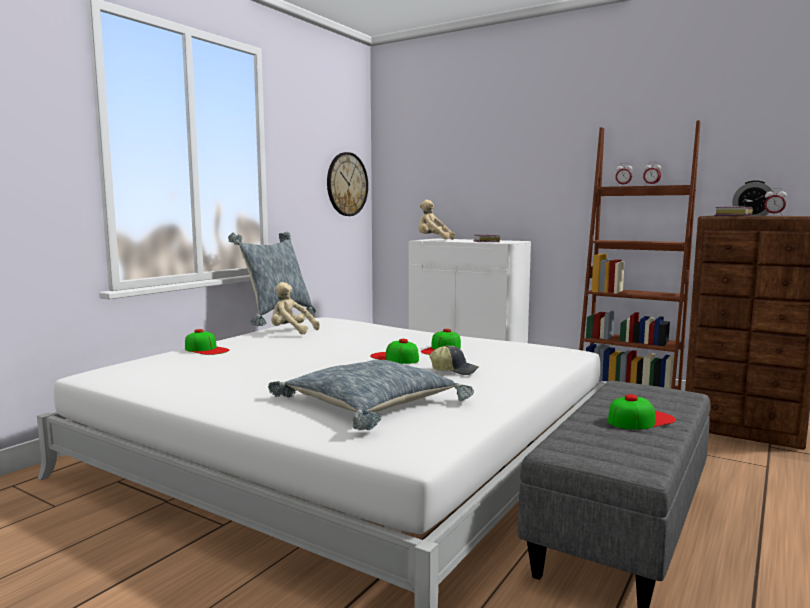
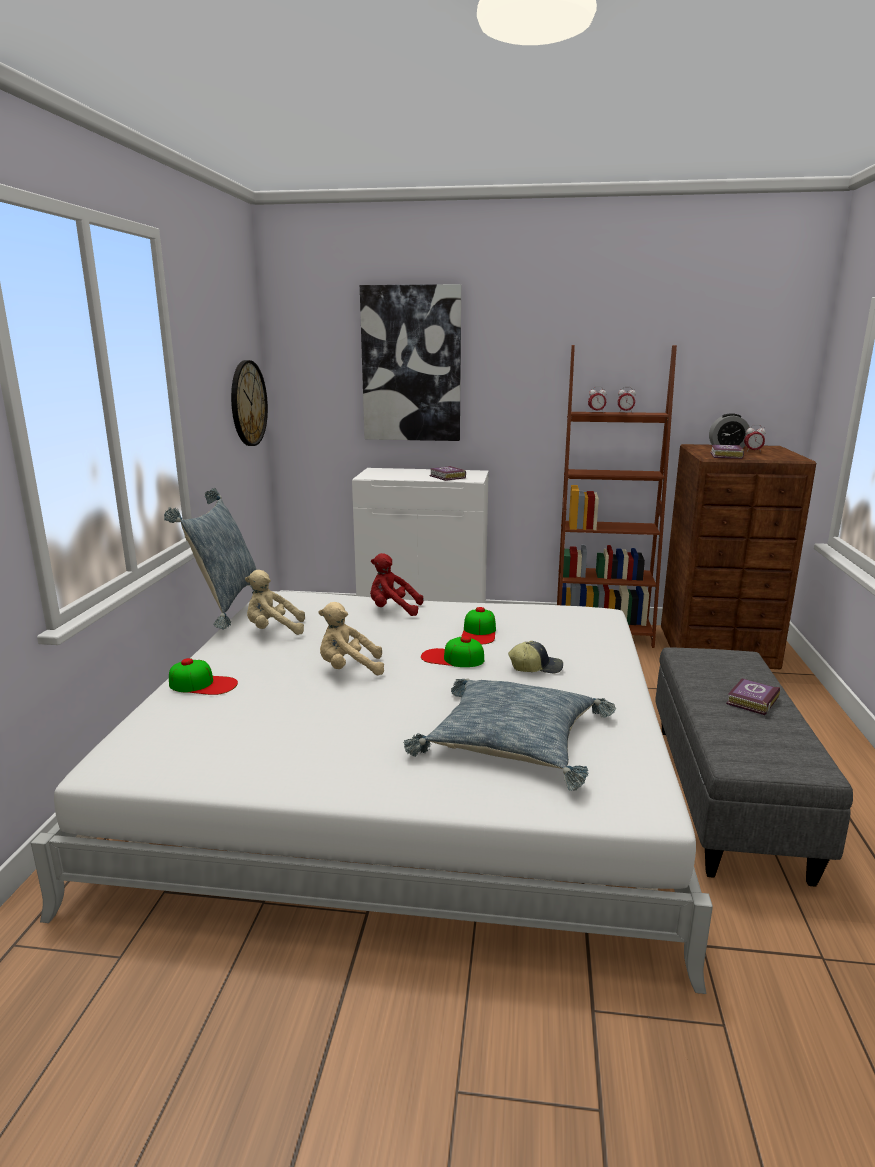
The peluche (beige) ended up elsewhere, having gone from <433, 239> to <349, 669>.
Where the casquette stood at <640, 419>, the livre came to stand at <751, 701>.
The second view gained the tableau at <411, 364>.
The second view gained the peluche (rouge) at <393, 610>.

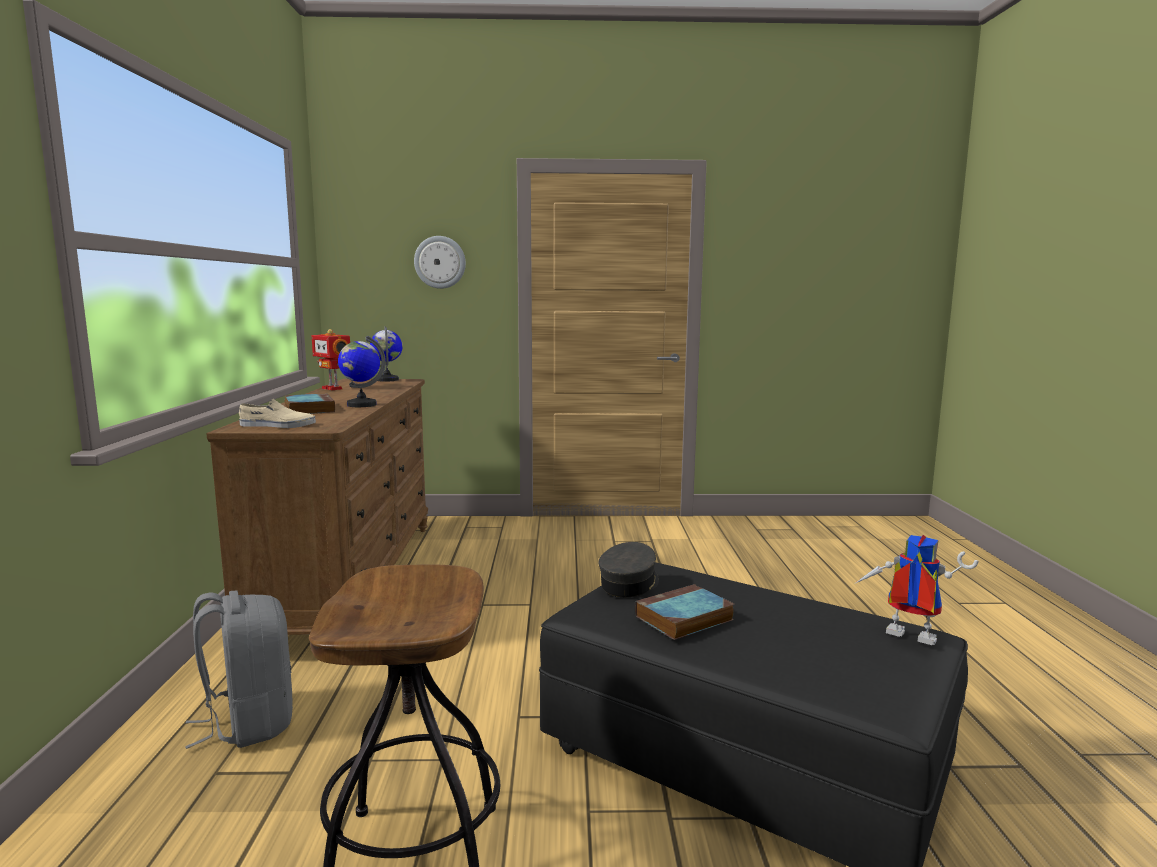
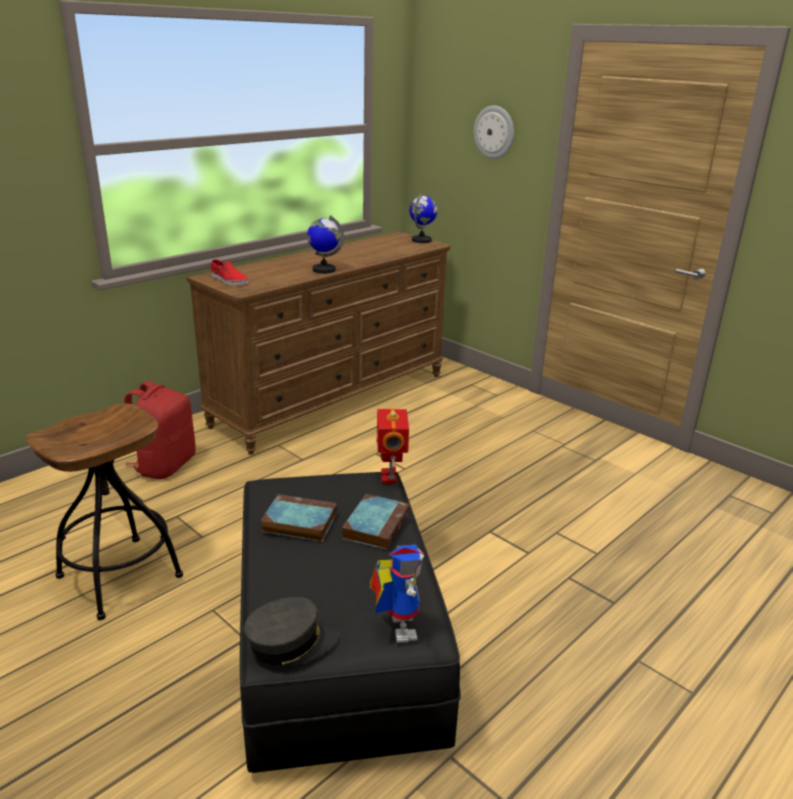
The robot jouet ended up elsewhere, having gone from <333, 388> to <390, 477>.
The livre ended up elsewhere, having gone from <309, 409> to <376, 525>.
What was the chaussure (beige) at <277, 425> turned into the chaussure (rouge) at <228, 280>.
The casquette (gris) ended up elsewhere, having gone from <629, 583> to <291, 643>.
What was the sac à dos (gris) at <249, 723> turned into the sac à dos (rouge) at <165, 465>.

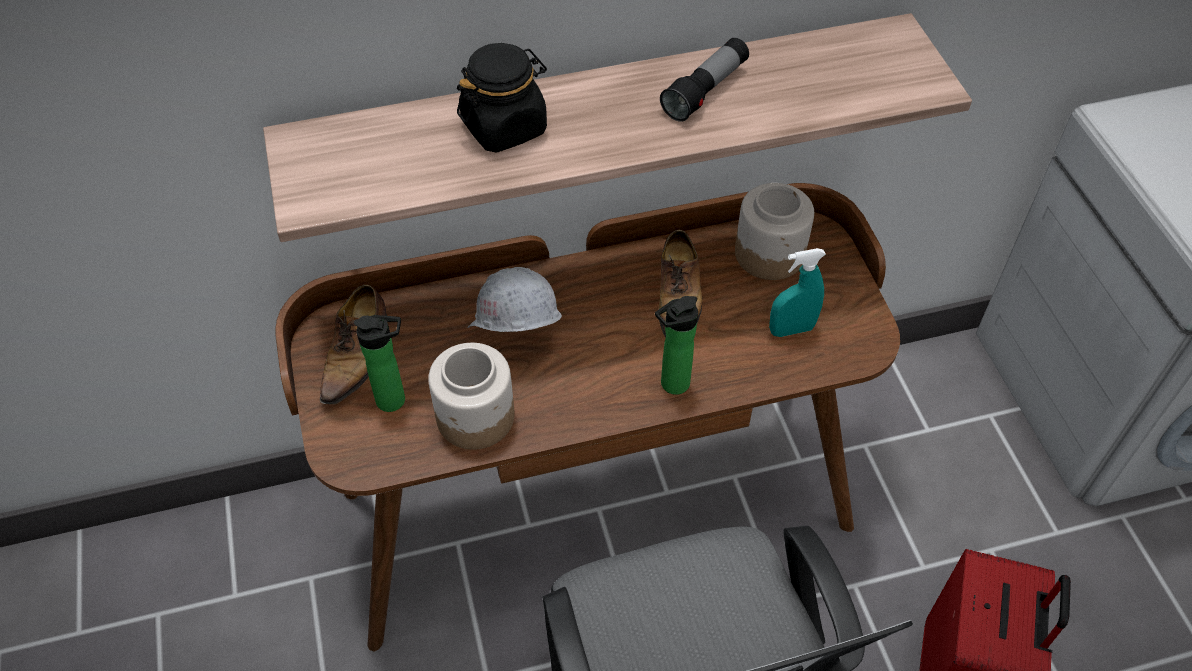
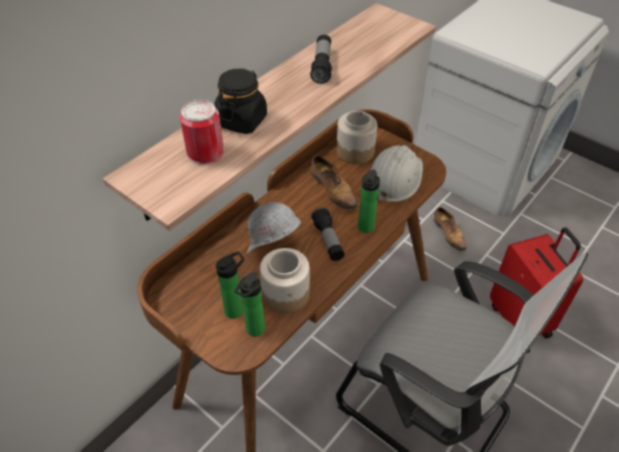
Where the vaporisateur (turquoise) stood at <791, 329>, the casque de chantier (blanc) came to stand at <394, 178>.
The chaussure ended up elsewhere, having gone from <357, 355> to <448, 233>.
The second view gained the boîte métallique at <205, 153>.
The second view gained the lampe de poche at <328, 240>.
The second view gained the bouteille at <253, 331>.

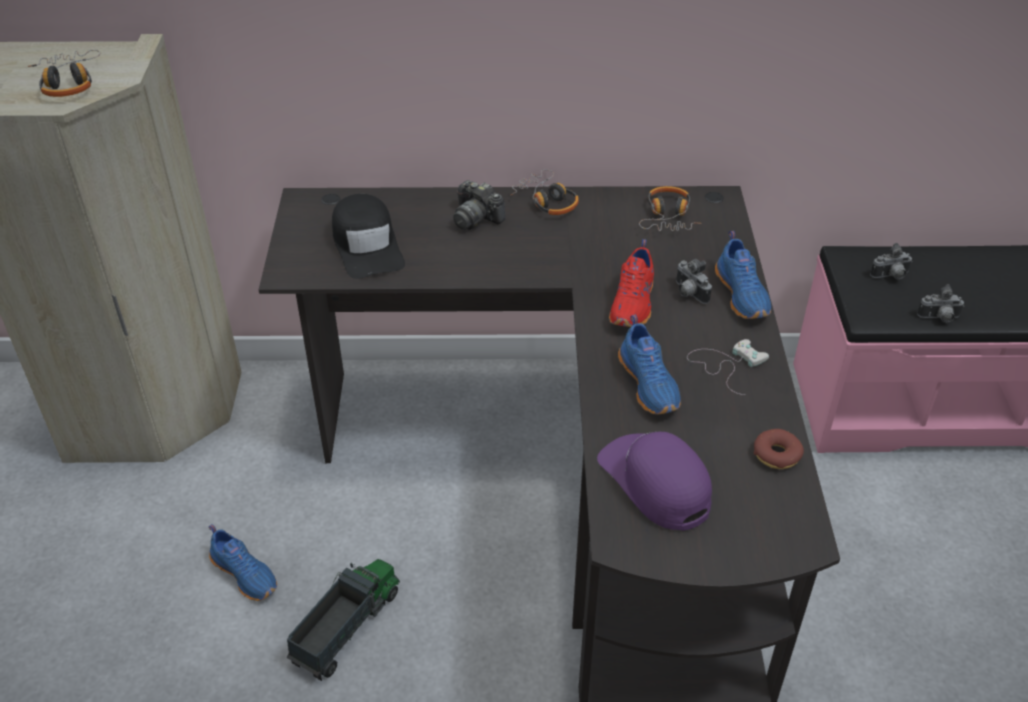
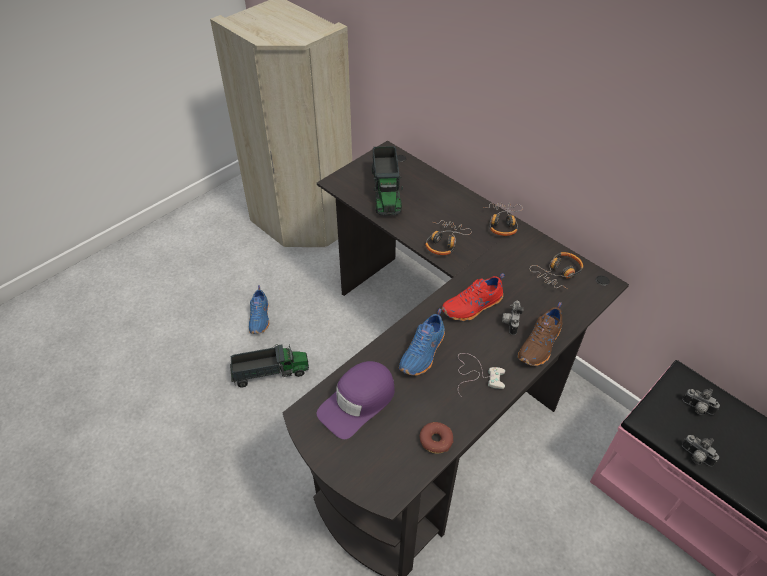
The casque audio ended up elsewhere, having gone from <68, 82> to <444, 242>.
The second view lost the appareil photo at <476, 218>.
Where the casquette (noir) stood at <367, 245>, the camion jouet came to stand at <386, 191>.
What was the chaussure (bleu) at <743, 294> turned into the chaussure (marron) at <540, 345>.
The casquette (violet) at <655, 482> ended up facing another way, 150 degrees counterclockwise from before.

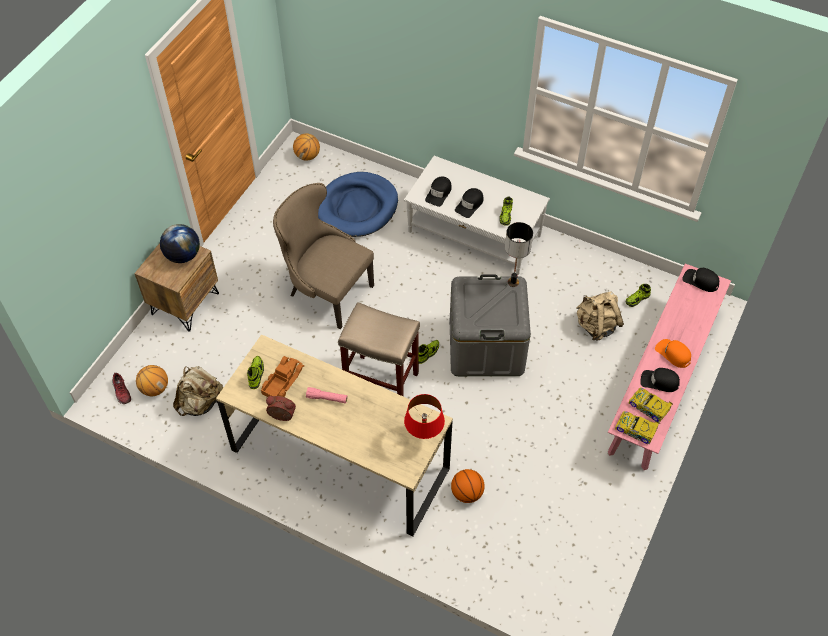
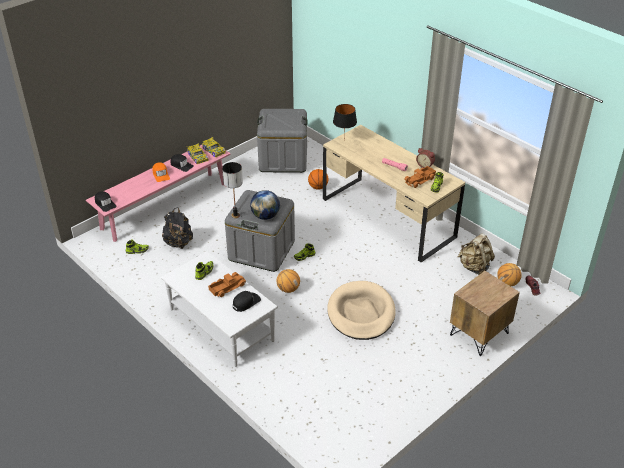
The ballon de basket ended up elsewhere, having gone from <307, 156> to <288, 289>.
The second view lost the panier pour chien (bleu) at <357, 207>.
Where the chaise (beige) stood at <327, 292>, the panier pour chien (beige) came to stand at <361, 313>.
Where the casquette (noir) stood at <469, 205>, the camion jouet came to stand at <227, 287>.
The globe ended up elsewhere, having gone from <183, 256> to <265, 216>.
What was the sac à dos (beige) at <596, 326> turned into the sac à dos (noir) at <178, 243>.
The second view lost the tabouret (beige) at <382, 381>.
What was the lampe de table (rouge) at <423, 438> turned into the lampe de table (noir) at <344, 140>.
The second view gained the boîte de rangement (gris) at <283, 159>.

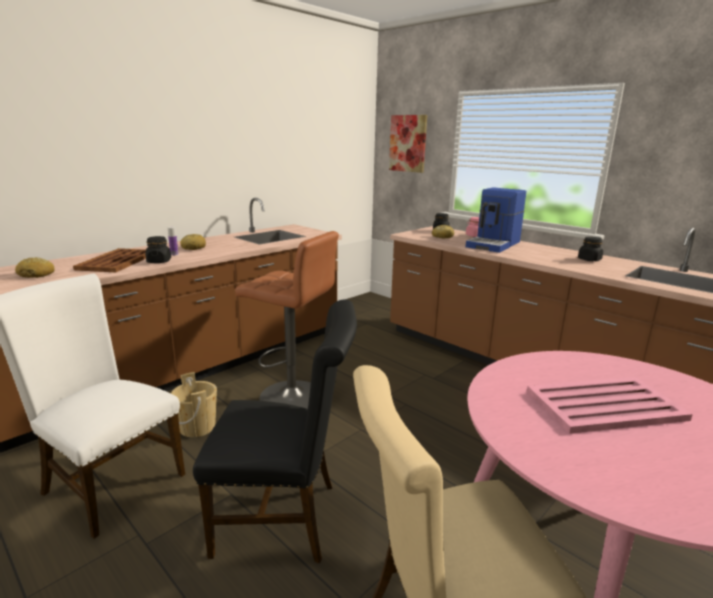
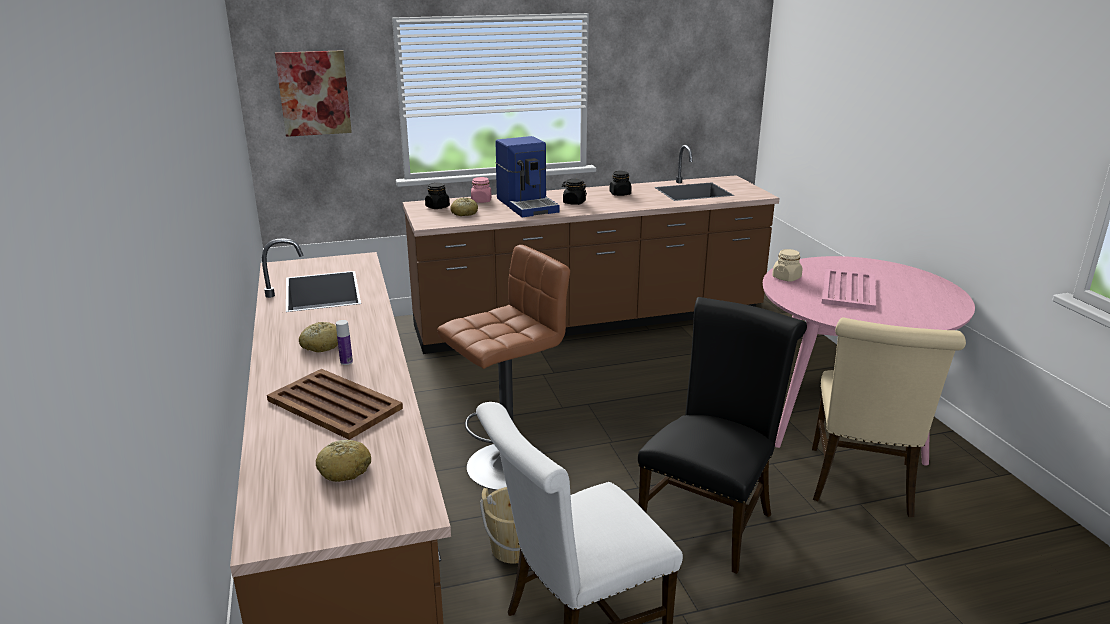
The bocal (noir) ended up elsewhere, having gone from <159, 261> to <574, 202>.
The second view gained the bocal (beige) at <786, 277>.

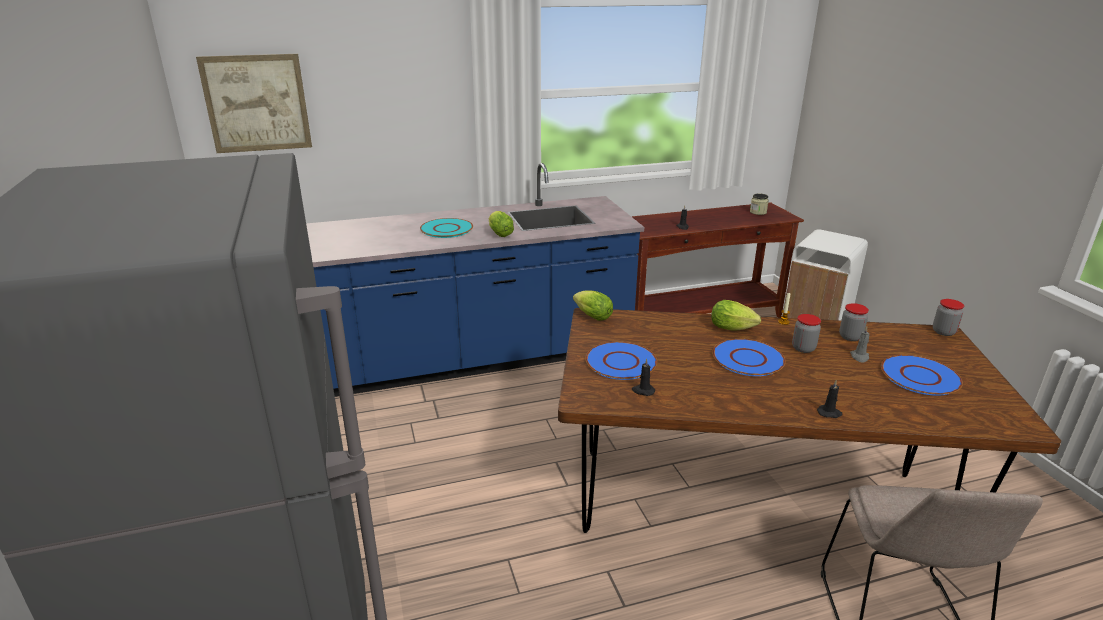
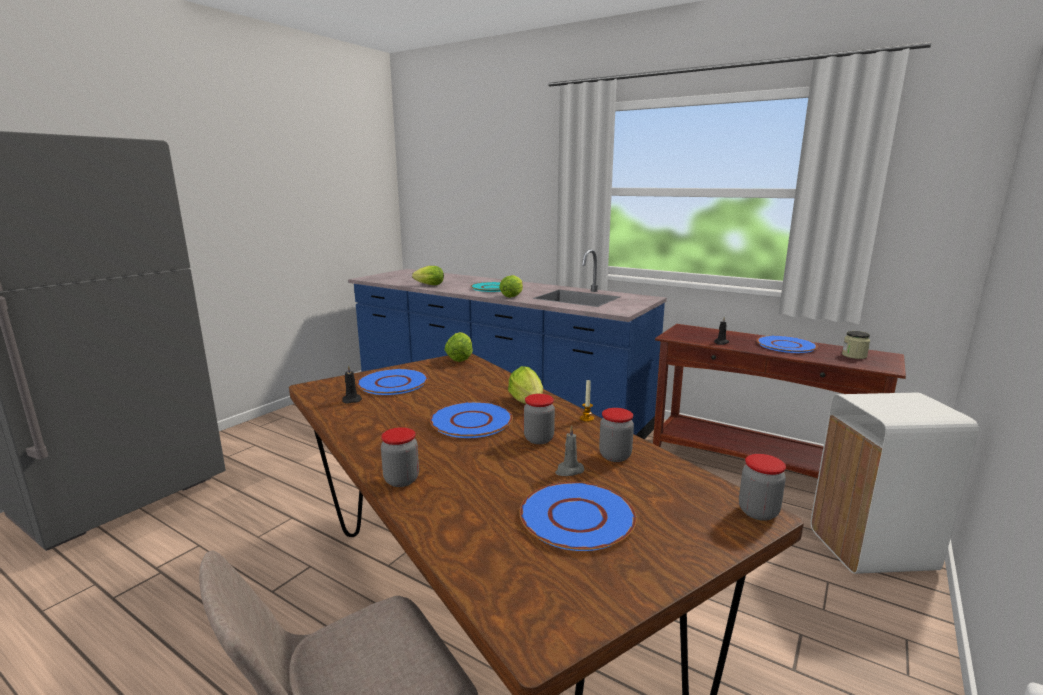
The second view lost the tableau at <257, 103>.
Where the bougie (noir) stood at <829, 413>, the bocal came to stand at <401, 480>.
The second view gained the laitue at <428, 285>.
The second view gained the assiette (bleu) at <786, 345>.

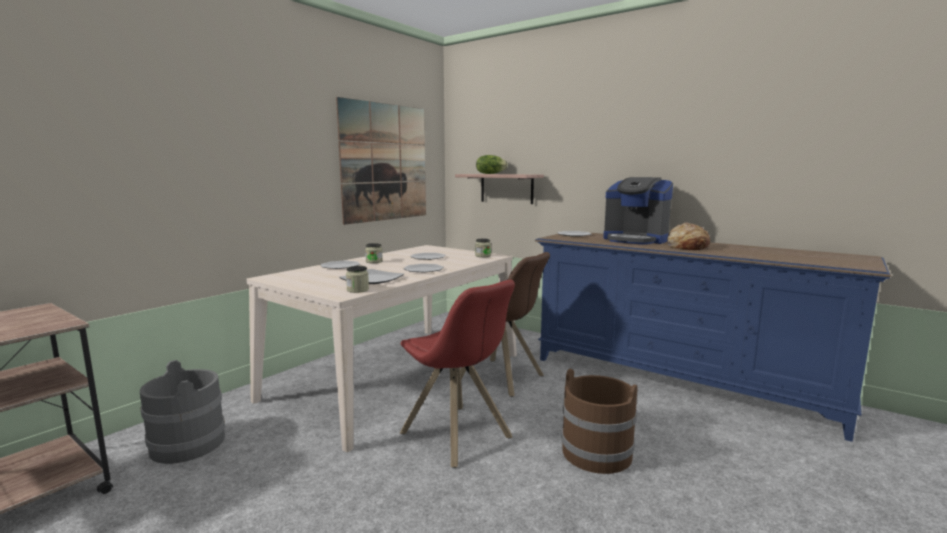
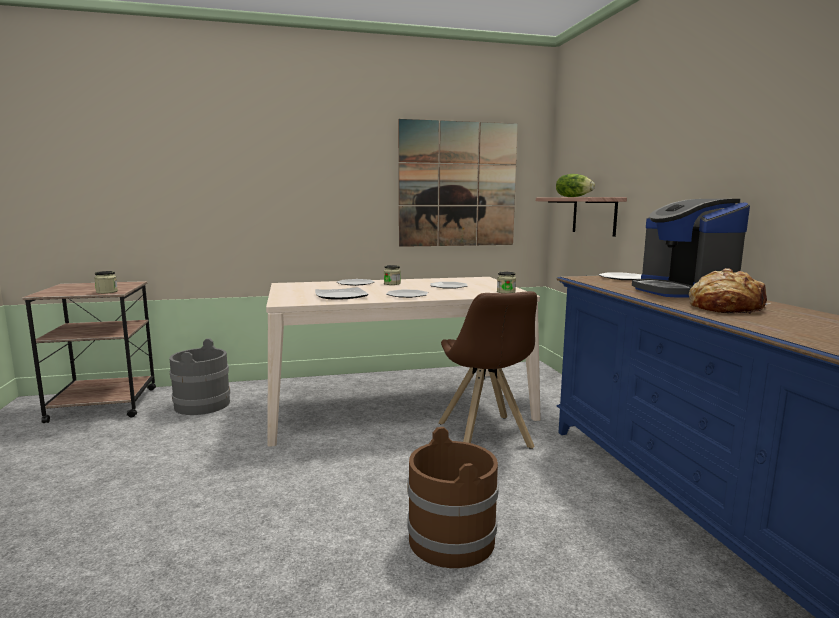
The bocal ended up elsewhere, having gone from <357, 290> to <107, 292>.
The second view lost the chaise (rouge) at <457, 435>.

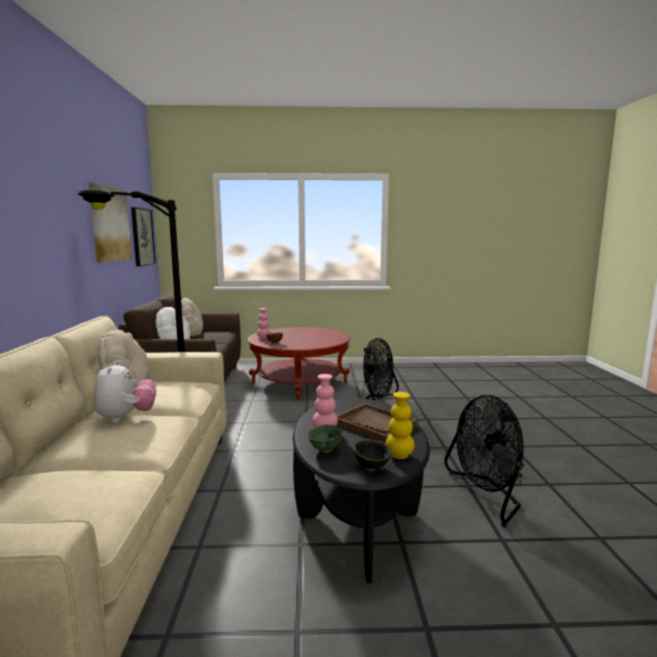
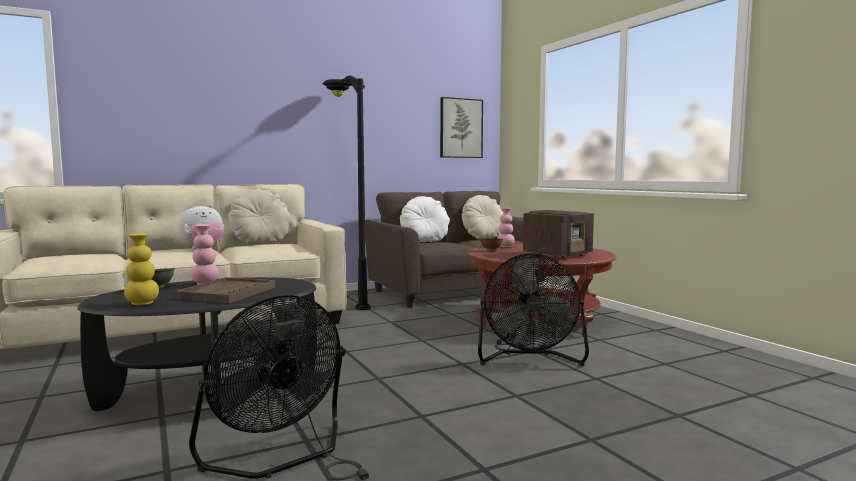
The second view lost the tableau at <110, 224>.
The second view lost the bol (noir) at <372, 467>.
The second view gained the radio at <558, 255>.

